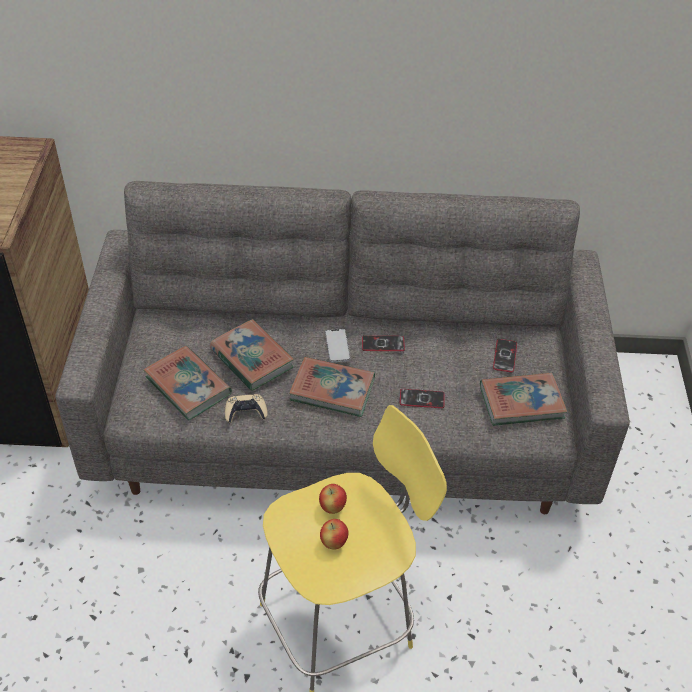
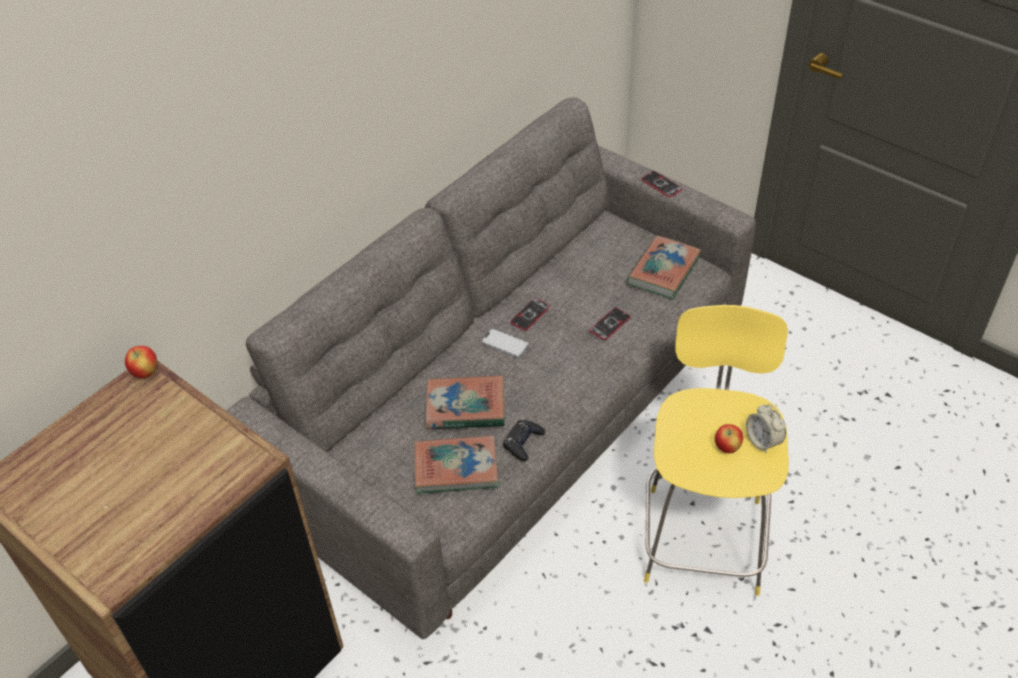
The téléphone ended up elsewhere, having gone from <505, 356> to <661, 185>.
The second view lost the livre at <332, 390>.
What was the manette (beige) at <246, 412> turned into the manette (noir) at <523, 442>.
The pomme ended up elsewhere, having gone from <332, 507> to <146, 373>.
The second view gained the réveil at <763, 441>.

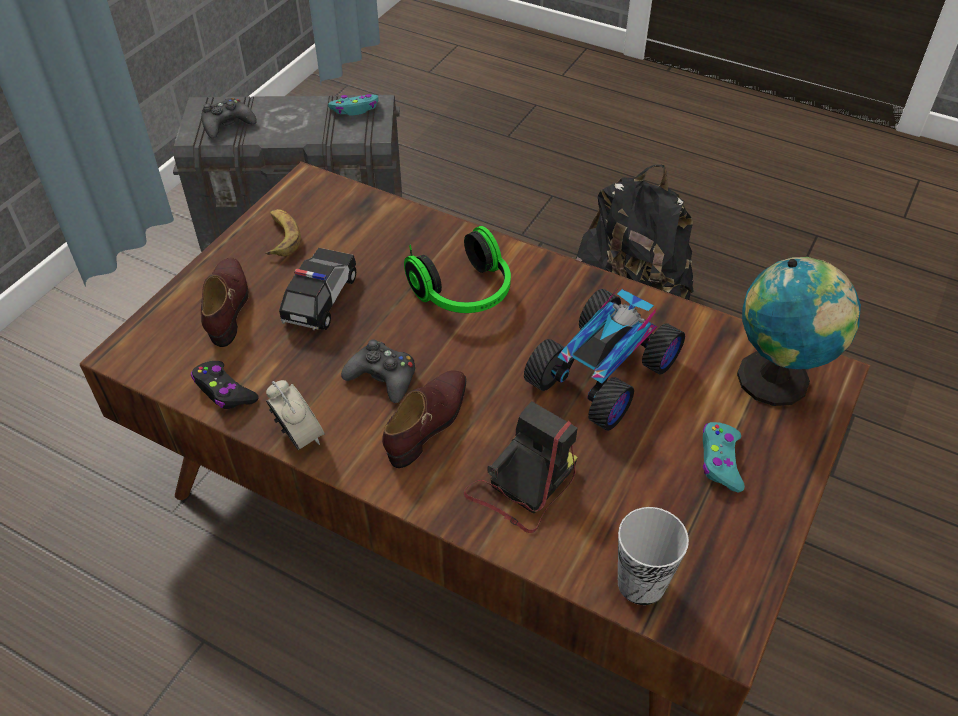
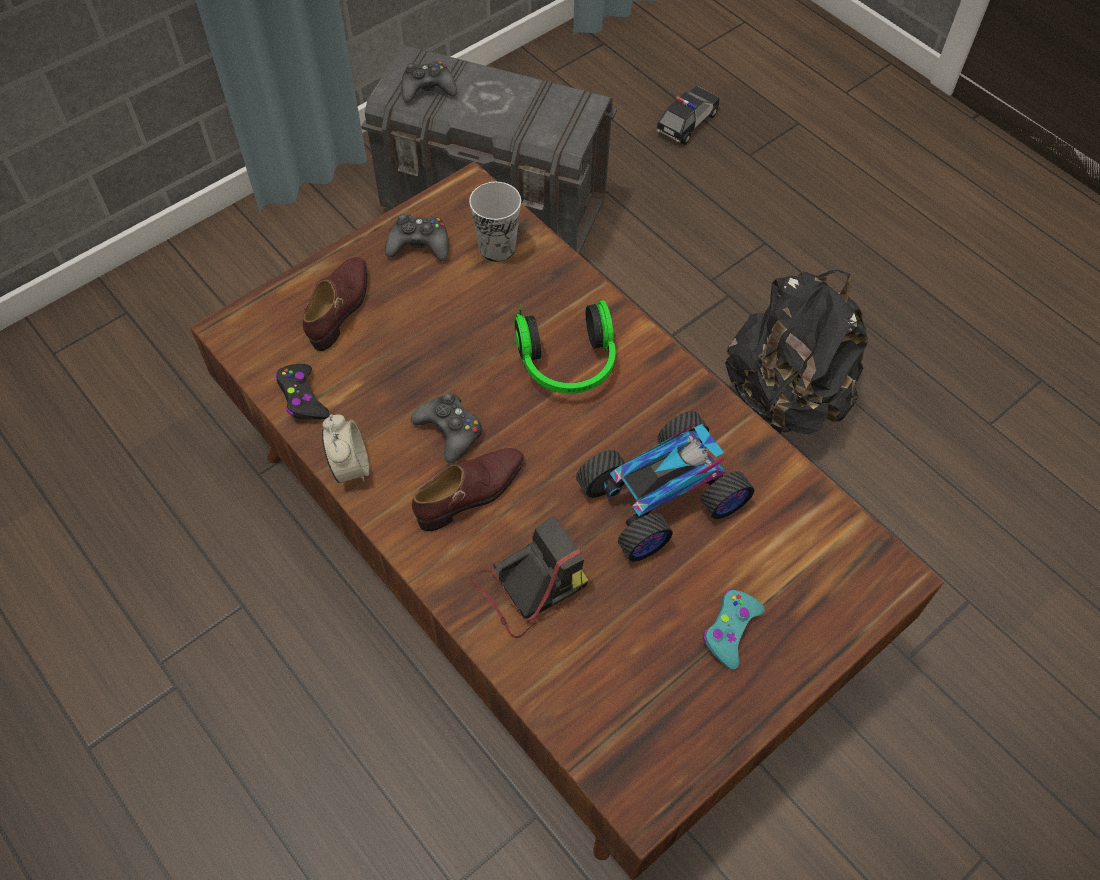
The second view lost the manette (turquoise) at <355, 109>.
Where the banane stood at <281, 237>, the manette (noir) came to stand at <419, 245>.
The petite voiture ended up elsewhere, having gone from <320, 300> to <686, 123>.
The second view lost the globe at <778, 381>.
The tasse ended up elsewhere, having gone from <641, 583> to <497, 248>.

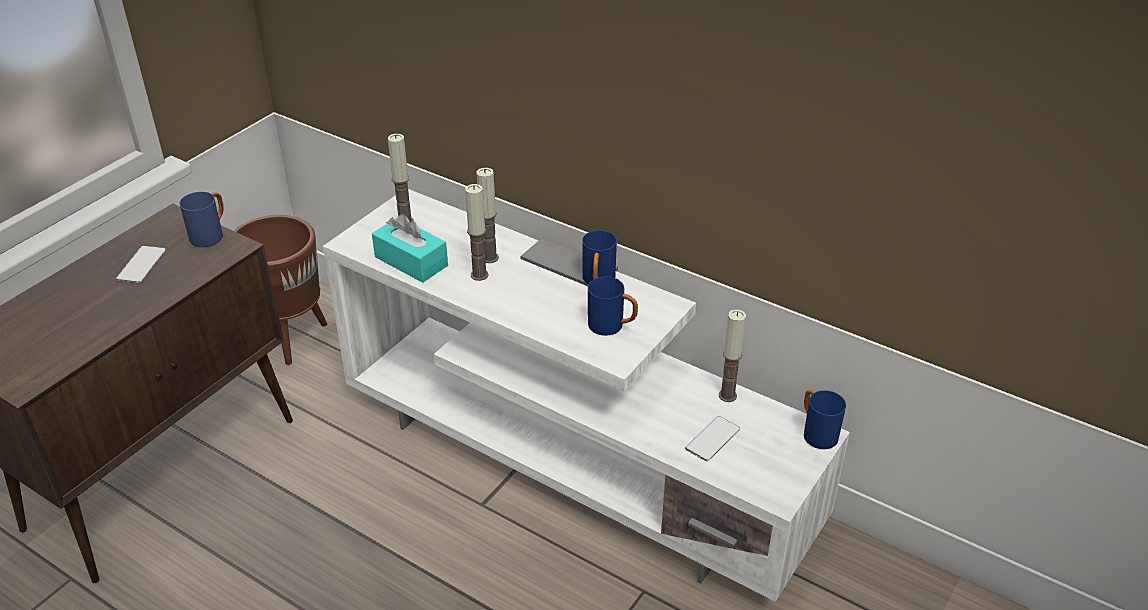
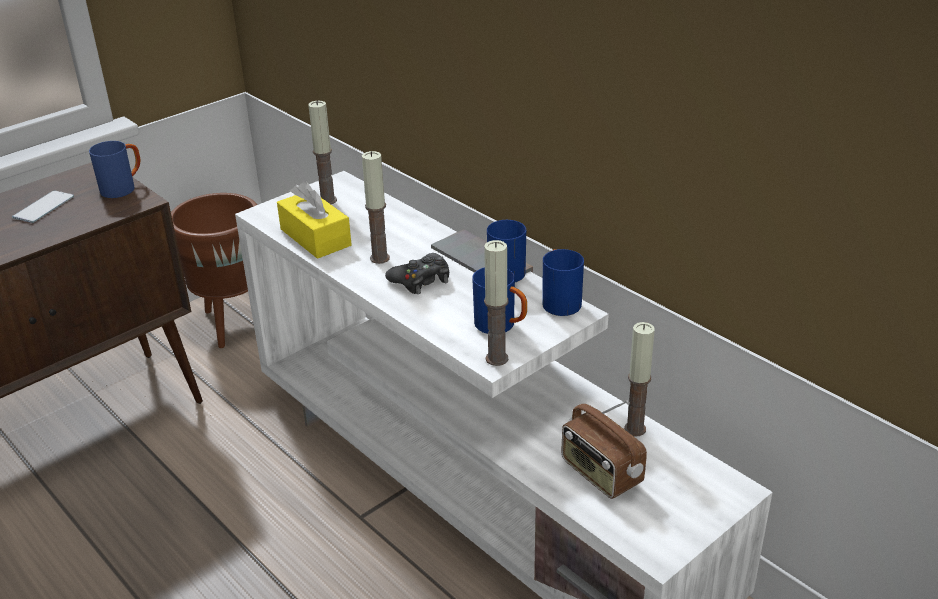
The bougie ended up elsewhere, having gone from <490, 258> to <497, 358>.
What was the boîte à mouchoirs (turquoise) at <411, 261> turned into the boîte à mouchoirs (jaune) at <315, 237>.
The mug (bleu) ended up elsewhere, having gone from <816, 432> to <559, 301>.
Where the téléphone stood at <712, 439>, the radio came to stand at <600, 474>.
The second view gained the manette (noir) at <421, 280>.

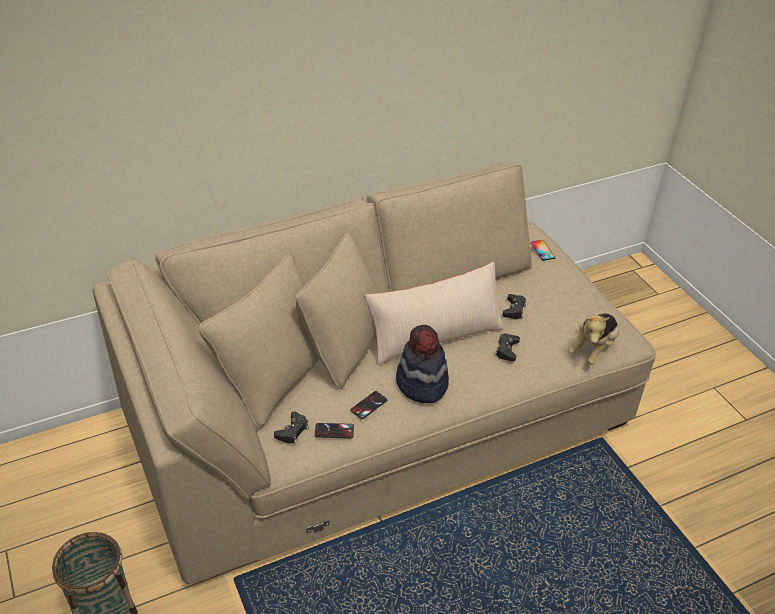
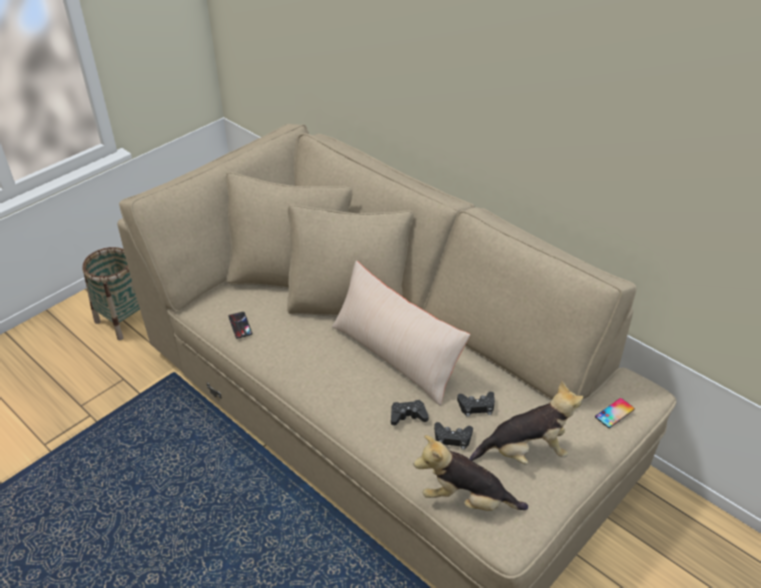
The second view lost the chapeau at <421, 384>.
The second view lost the téléphone at <368, 405>.
The manette (noir) ended up elsewhere, having gone from <292, 431> to <452, 438>.
The second view gained the peluche at <525, 452>.

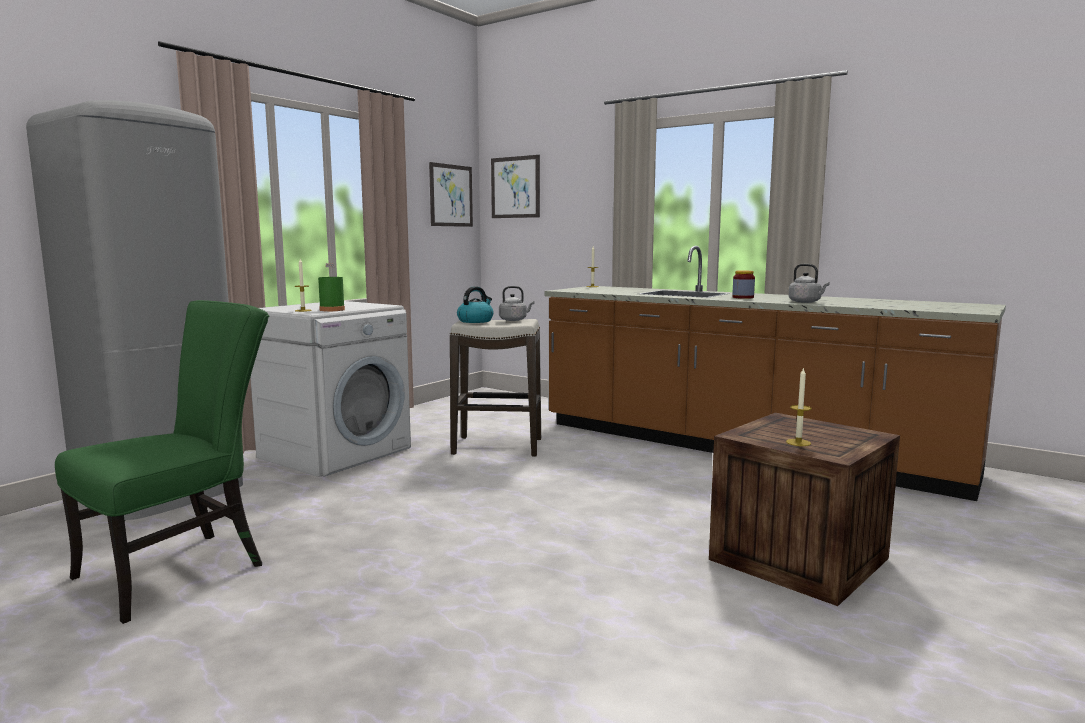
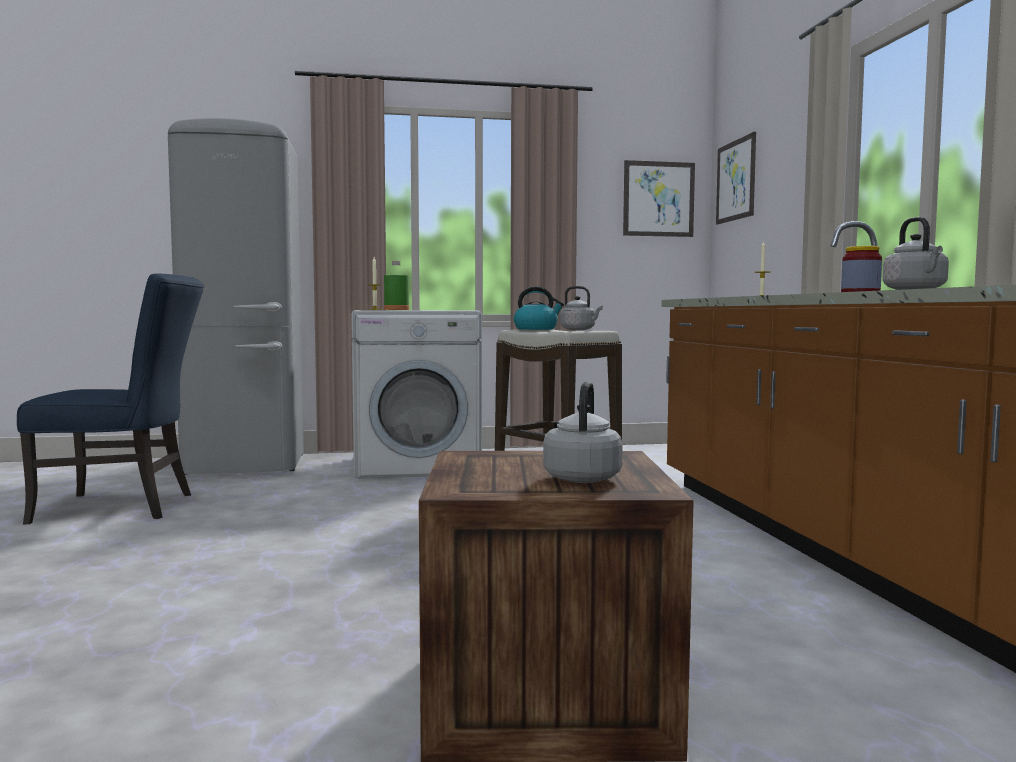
What was the chaise (vert) at <182, 568> turned into the chaise (bleu) at <125, 507>.
The second view lost the bougie at <798, 442>.
The second view gained the bouilloire (gris) at <583, 478>.

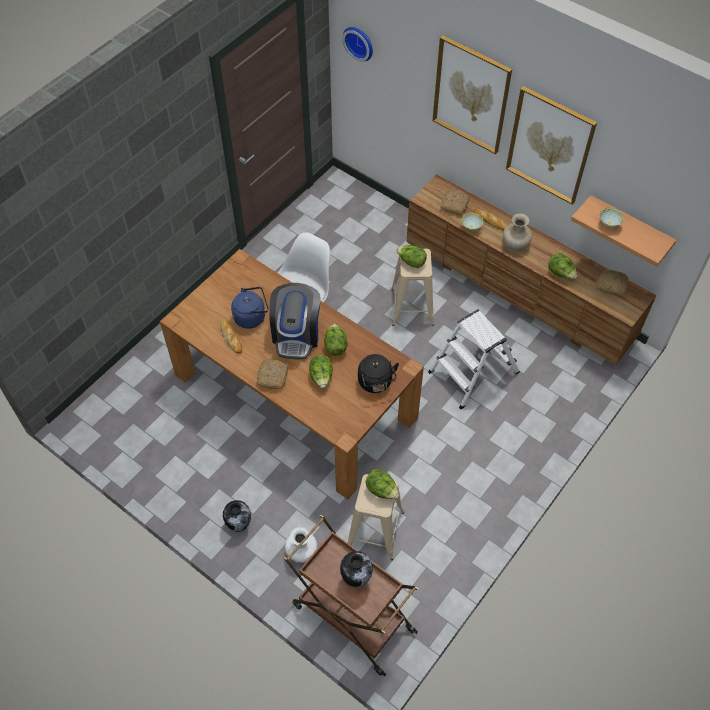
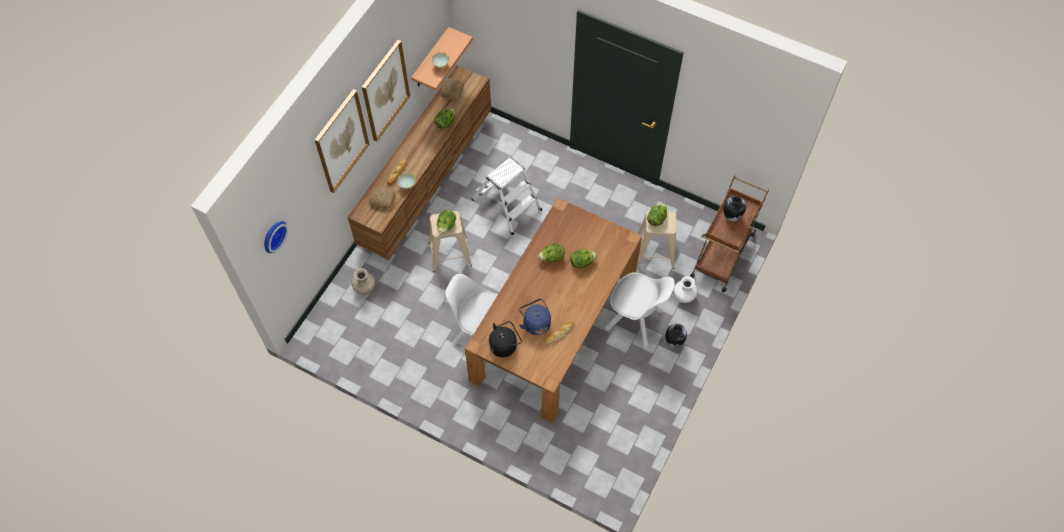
The vase (beige) ended up elsewhere, having gone from <514, 244> to <364, 288>.
The second view lost the machine à café at <296, 334>.
The bouilloire (noir) ended up elsewhere, having gone from <376, 383> to <504, 345>.
The second view lost the pain at <272, 376>.
The second view gained the chaise (blanc) at <635, 320>.

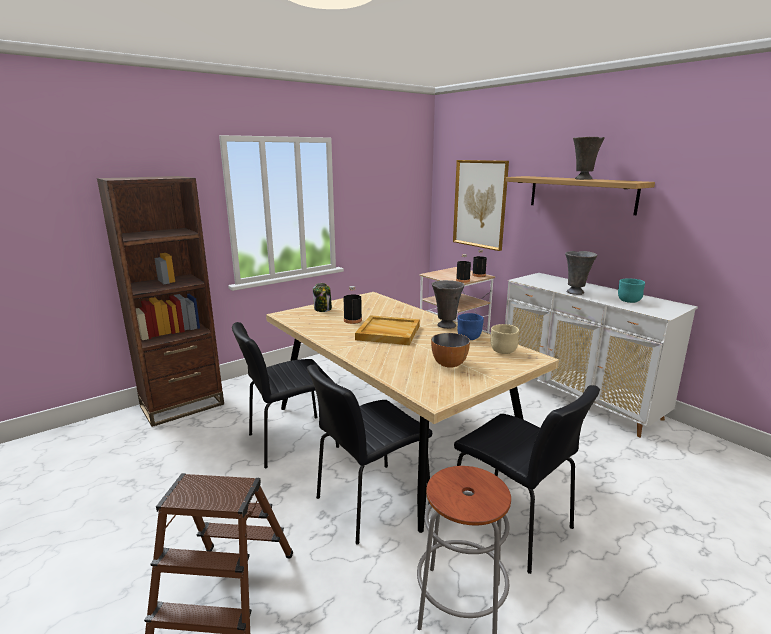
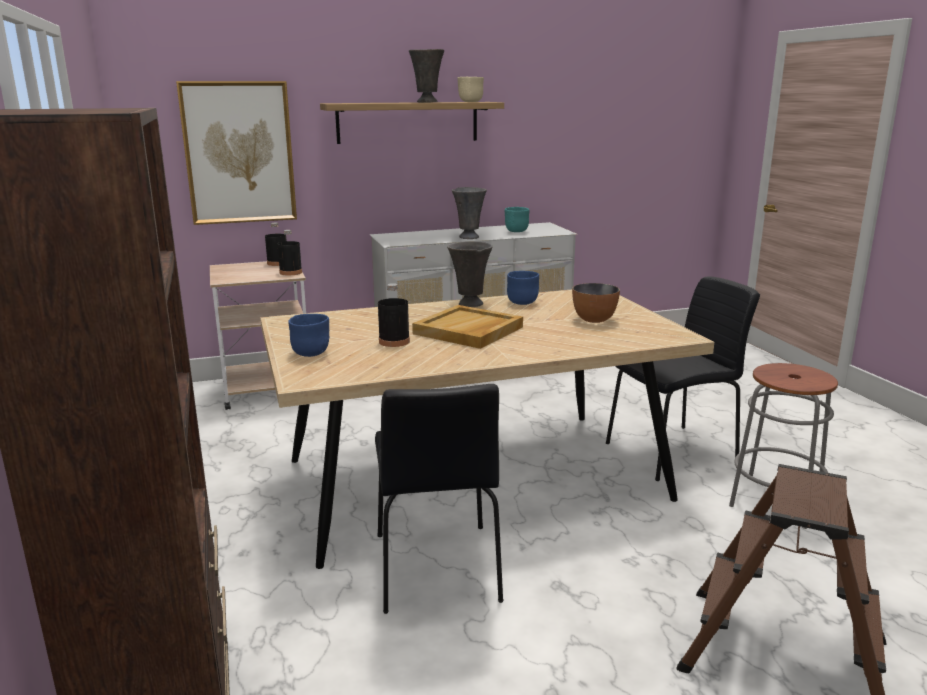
Where the bocal stood at <323, 309>, the bol (bleu) came to stand at <311, 353>.
The bol (beige) ended up elsewhere, having gone from <502, 351> to <470, 102>.
The second view lost the chaise (noir) at <369, 503>.

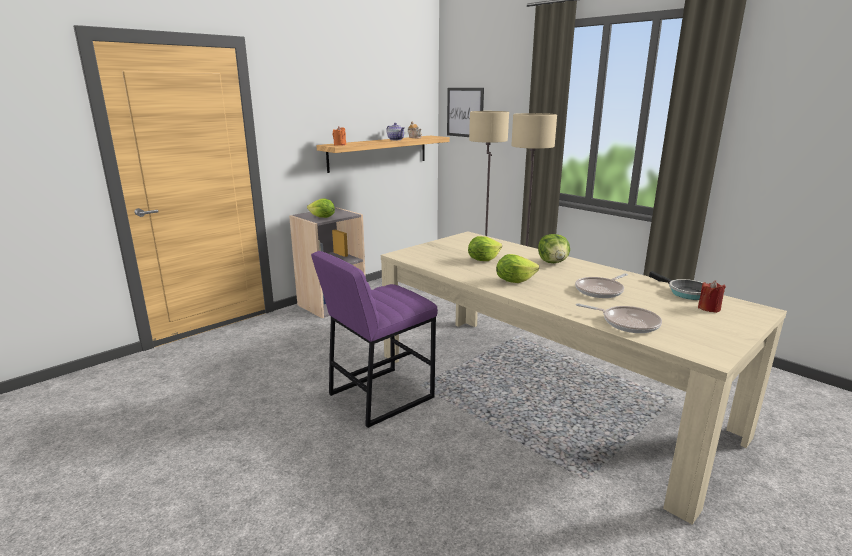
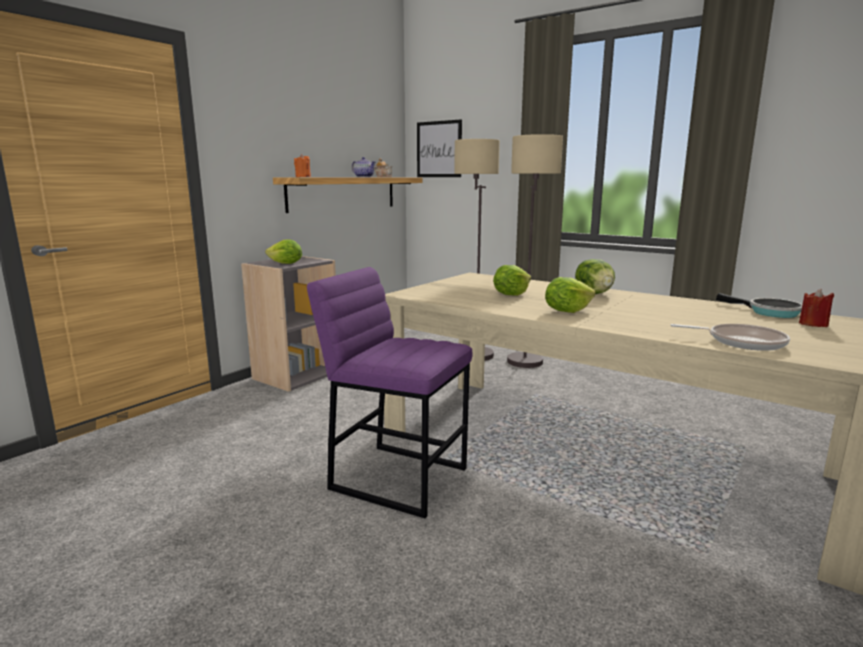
The chaise (violet) at <379, 396> ended up facing another way, 75 degrees clockwise from before.
The second view lost the poêle at <601, 290>.

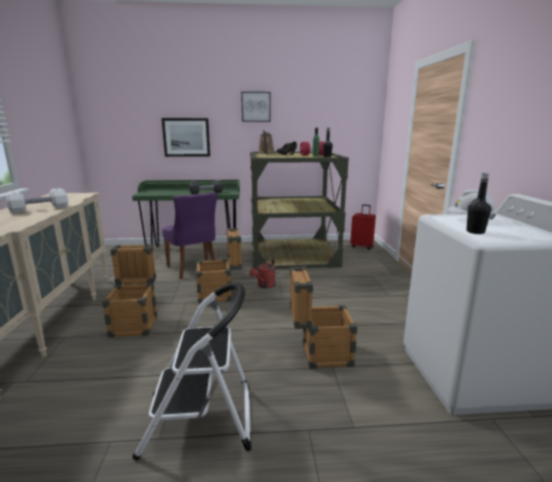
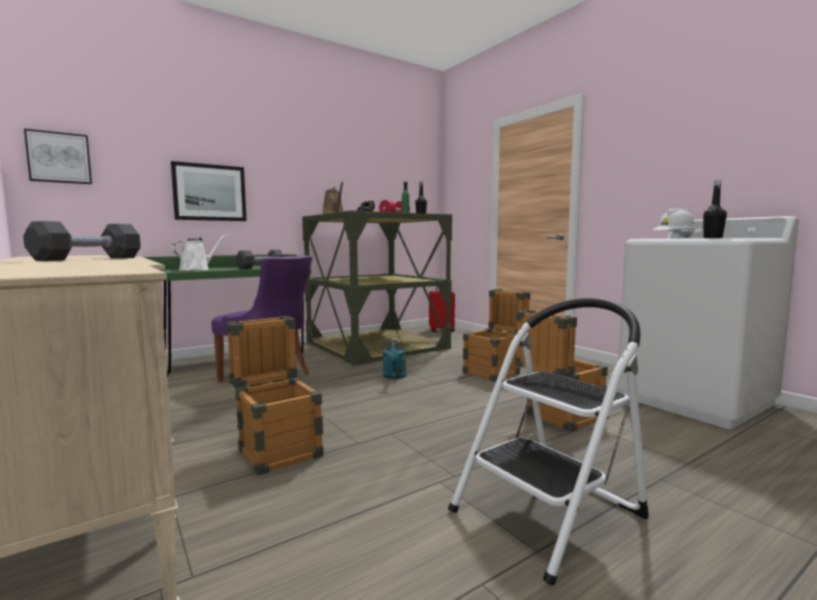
The tableau ended up elsewhere, having gone from <256, 107> to <59, 157>.
What was the haltère (blanc) at <39, 209> turned into the haltère (noir) at <89, 259>.
The caisse ended up elsewhere, having gone from <220, 295> to <496, 372>.
What was the arrosoir (rouge) at <264, 286> turned into the arrosoir (turquoise) at <394, 377>.
The second view gained the arrosoir (blanc) at <197, 269>.

